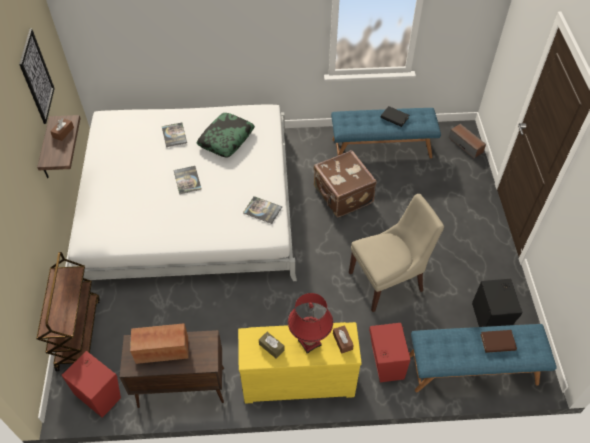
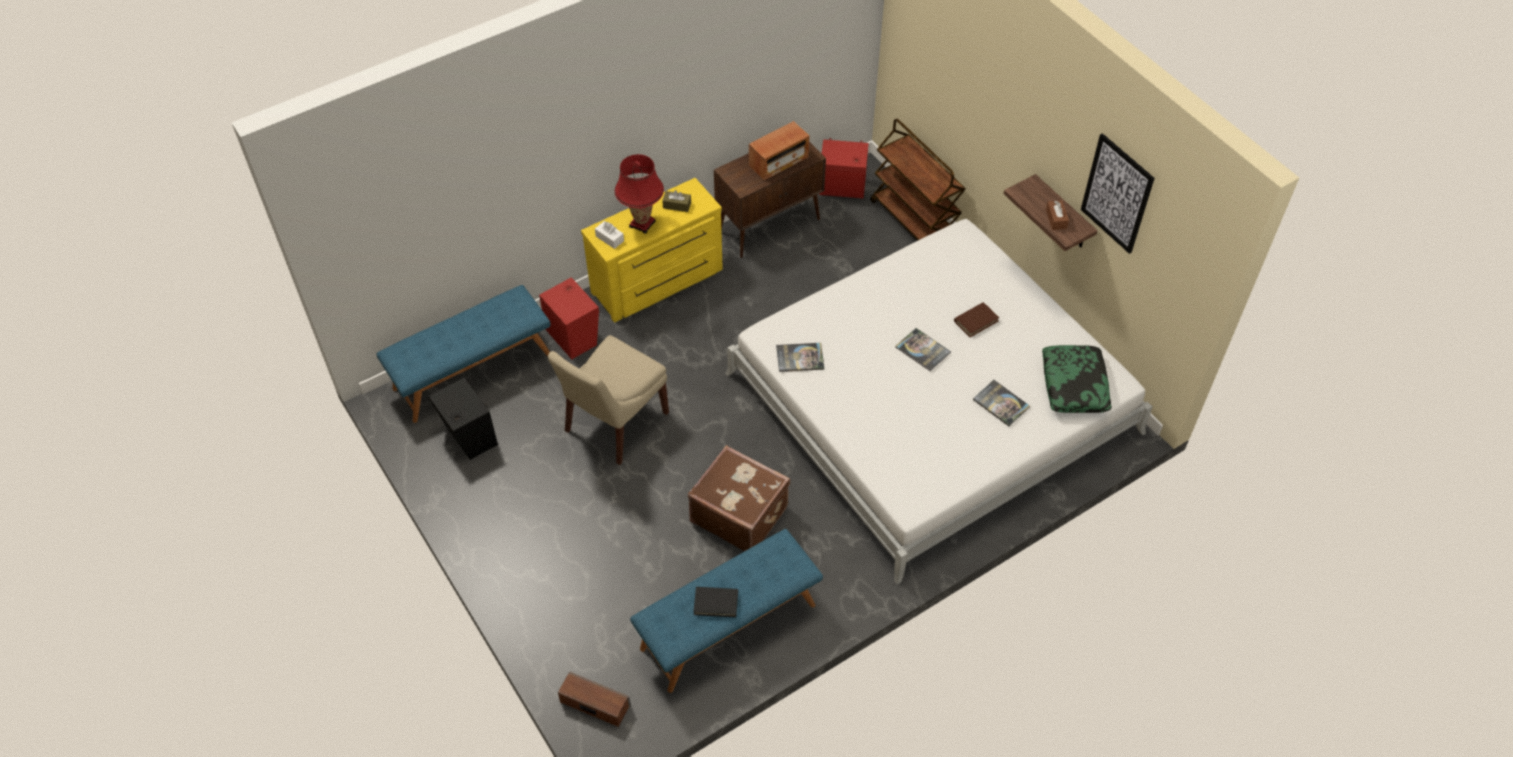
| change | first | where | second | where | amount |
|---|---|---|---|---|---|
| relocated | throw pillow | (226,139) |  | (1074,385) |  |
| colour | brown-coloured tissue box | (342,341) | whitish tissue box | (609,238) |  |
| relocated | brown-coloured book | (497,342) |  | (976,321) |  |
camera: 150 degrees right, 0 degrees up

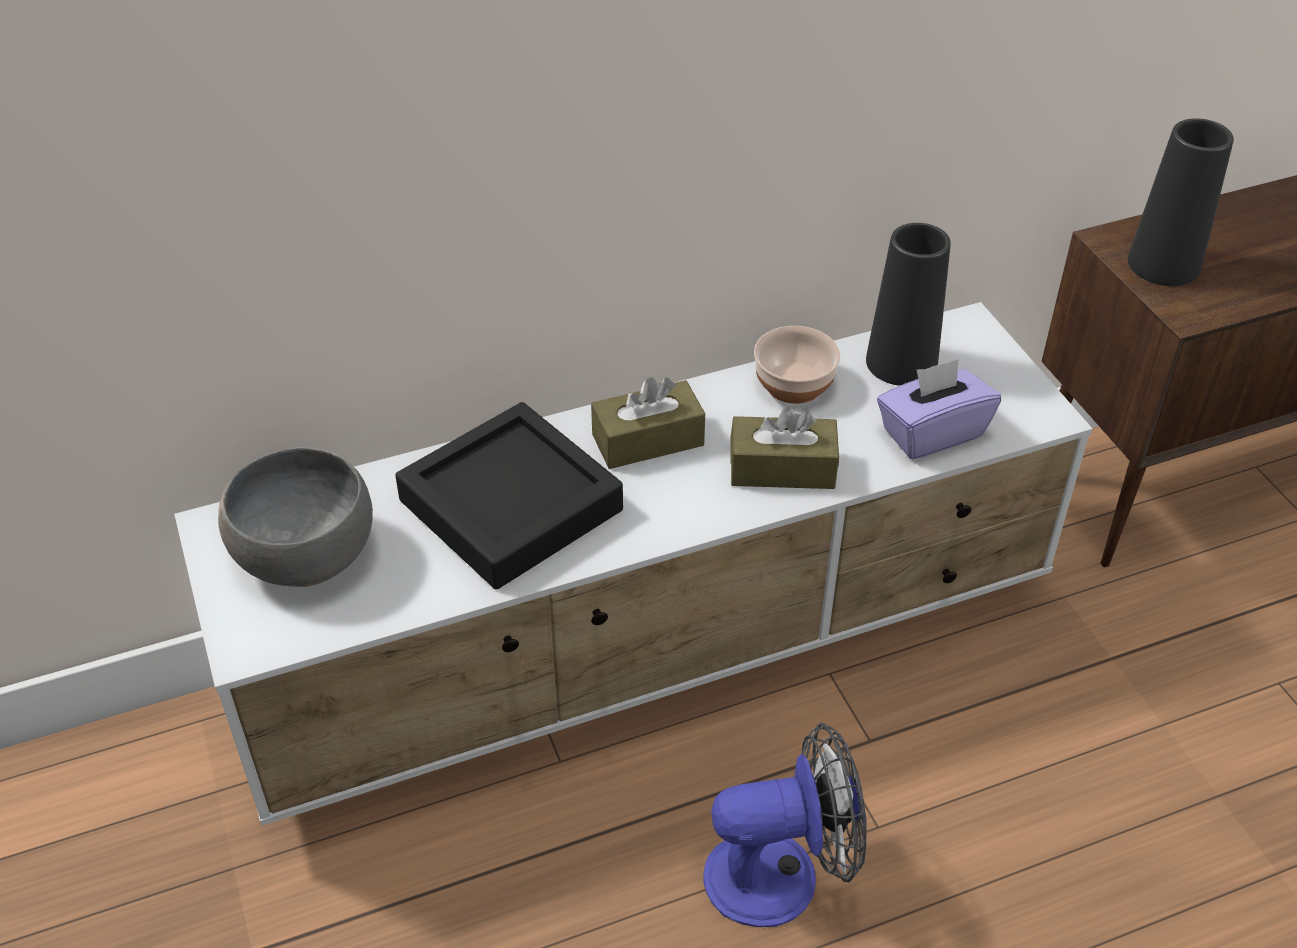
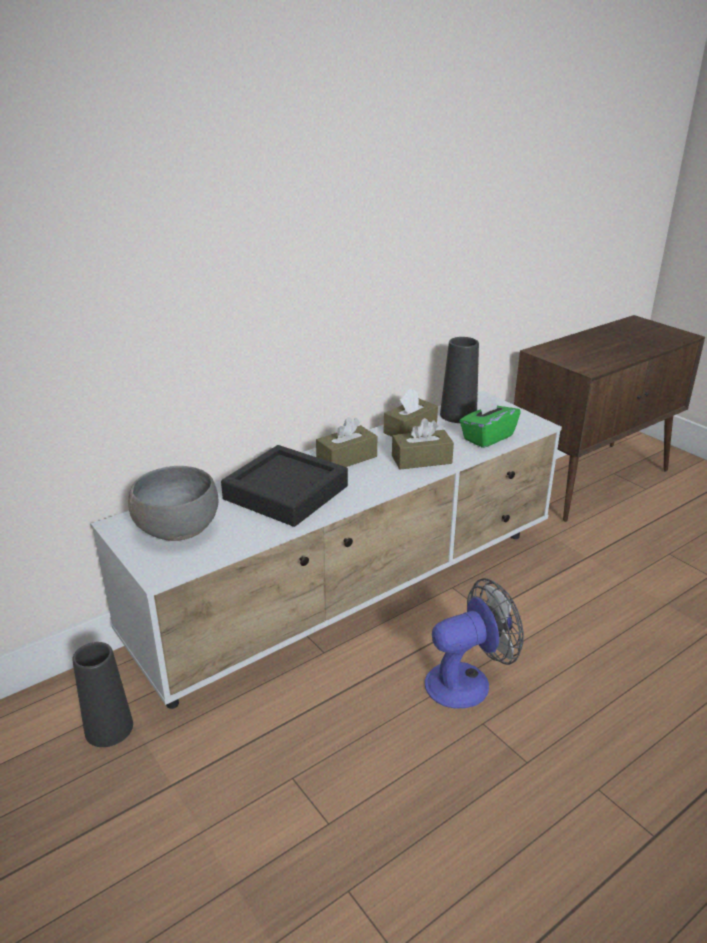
| change | first | where | second | where | amount |
|---|---|---|---|---|---|
| exchanged | deep dish | (793,385) | brown-coloured tissue box | (410,429) |  |
| colour | purple tissue box | (931,432) | green-coloured tissue box | (487,437) |  |
| relocated | blackish decorative vase | (1163,264) |  | (109,728) |  |
camera: 15 degrees left, 15 degrees down

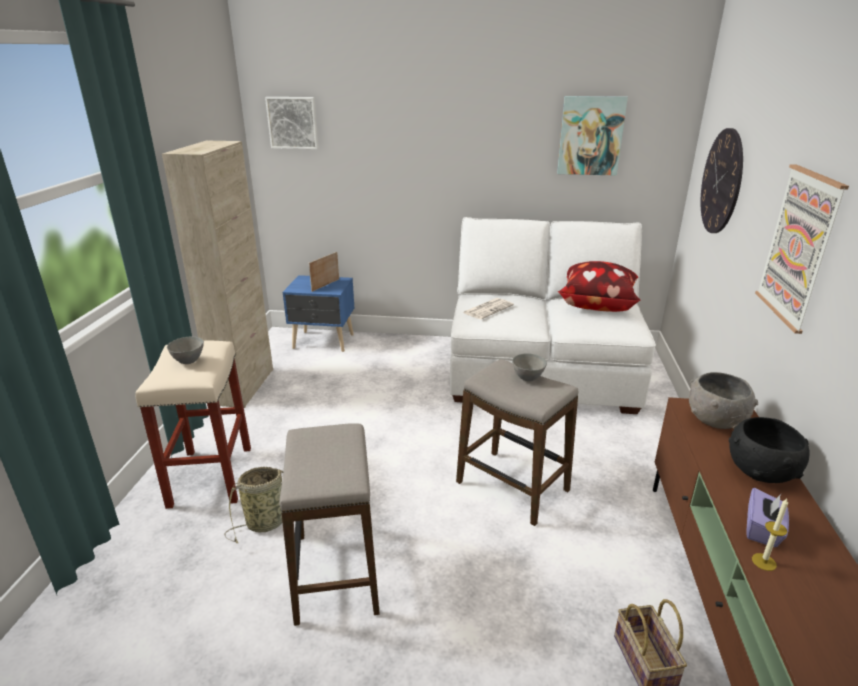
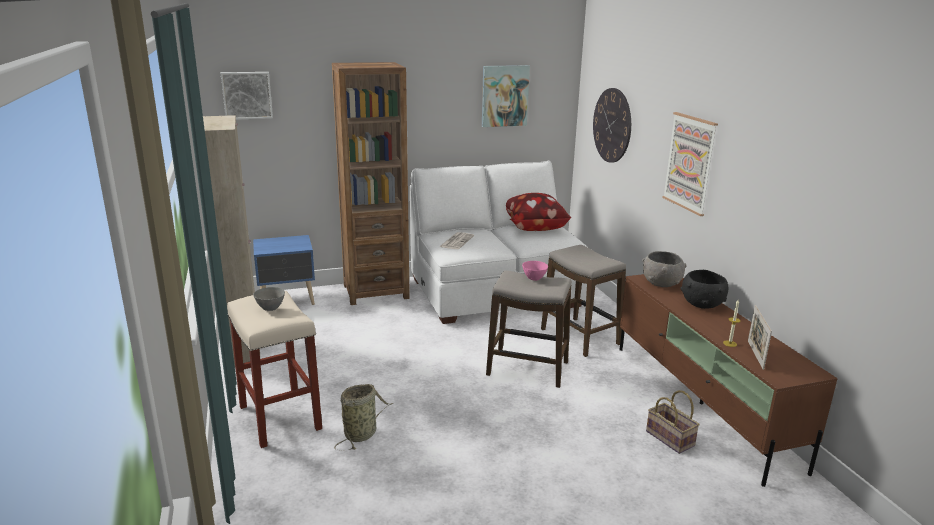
| change | first | where | second | where | amount |
|---|---|---|---|---|---|
| relocated | stool | (337,572) |  | (580,337) |  |
| relocated | standing frame | (325,285) |  | (755,355) |  |
| colour | gray deep dish | (528,378) | pink deep dish | (534,279) |  |
| missing | purple tissue box | (762,530) |  |  |  |
| appeared |  |  | brown-coloured bookcase | (376,292) |  |
camera: 25 degrees left, 5 degrees down

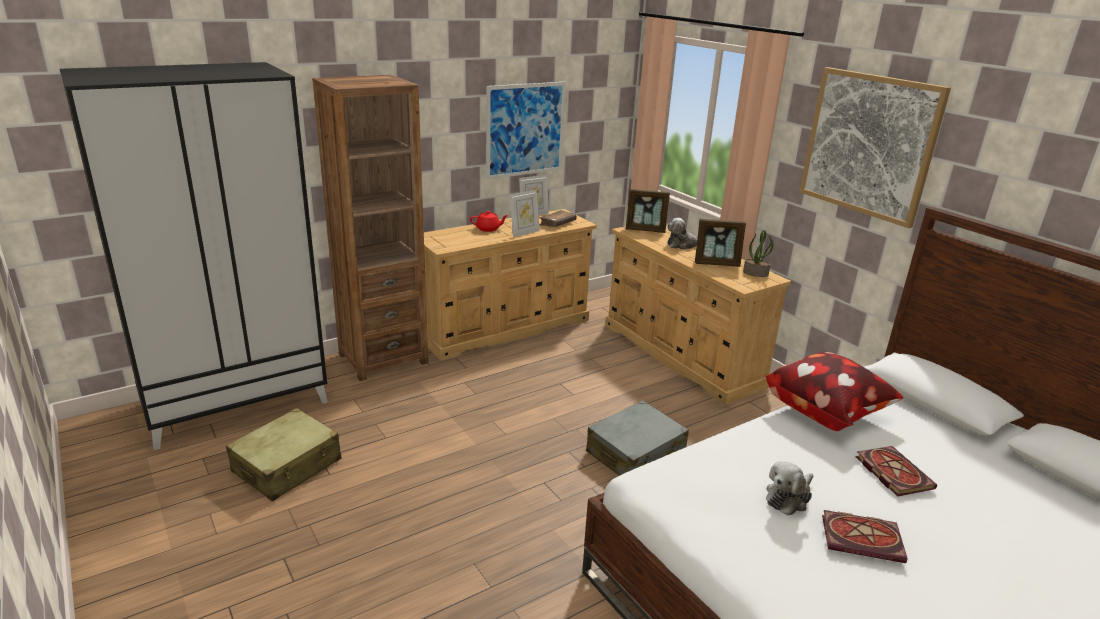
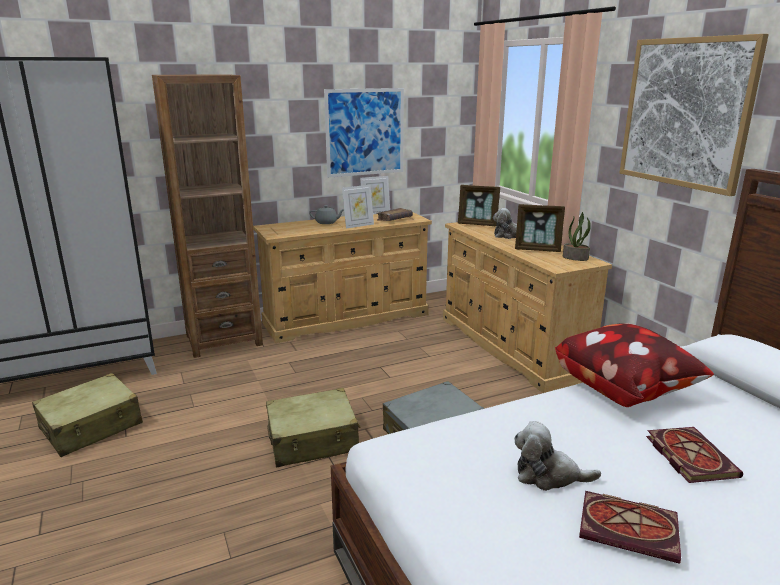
| change | first | where | second | where | amount |
|---|---|---|---|---|---|
| colour | reddish pot for tea | (488,229) | gray pot for tea | (327,222) |  |
| spun | soft toy | (788,498) |  | (548,475) | 45 degrees clockwise |
| appeared |  |  | beige-coloured travel case | (313,440) |  |
camera: 10 degrees right, 5 degrees down

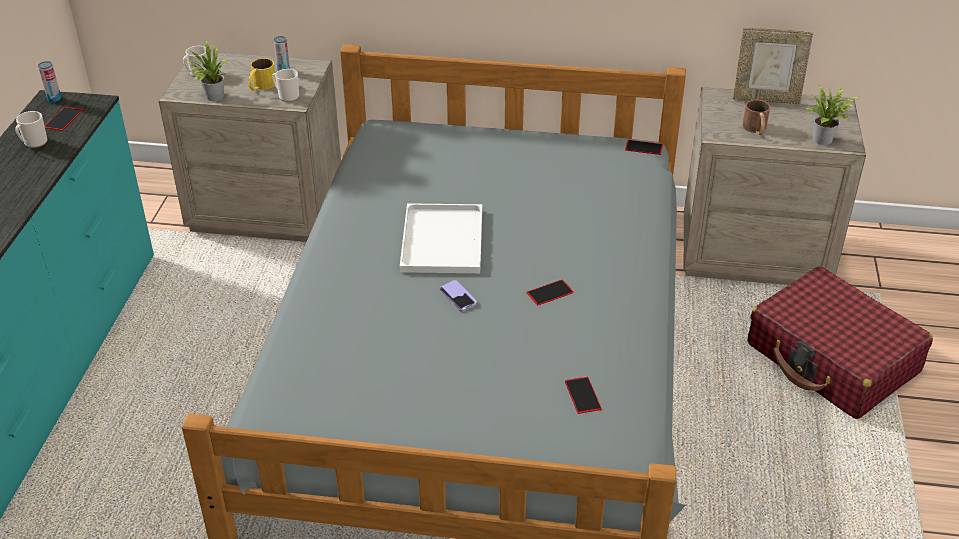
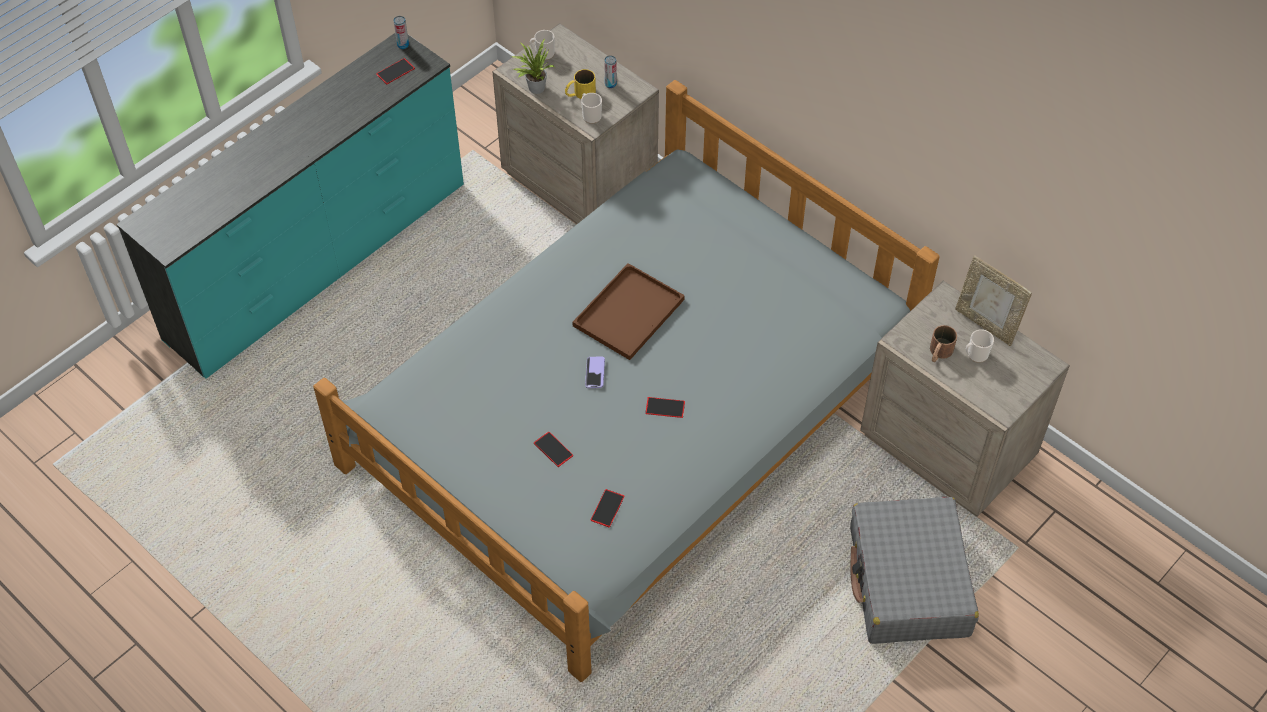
| change | first | where | second | where | amount |
|---|---|---|---|---|---|
| relocated | mug | (33,143) |  | (975,355) |  |
| colour | whitish tray | (443,241) | brown-coloured tray | (628,314) |  |
| relocated | telephone | (644,147) |  | (553,449) |  |
| colour | reddish travel case | (832,359) | gray travel case | (908,582) |  |
| missing | potted plant | (825,140) |  |  |  |
camera: 35 degrees right, 15 degrees up

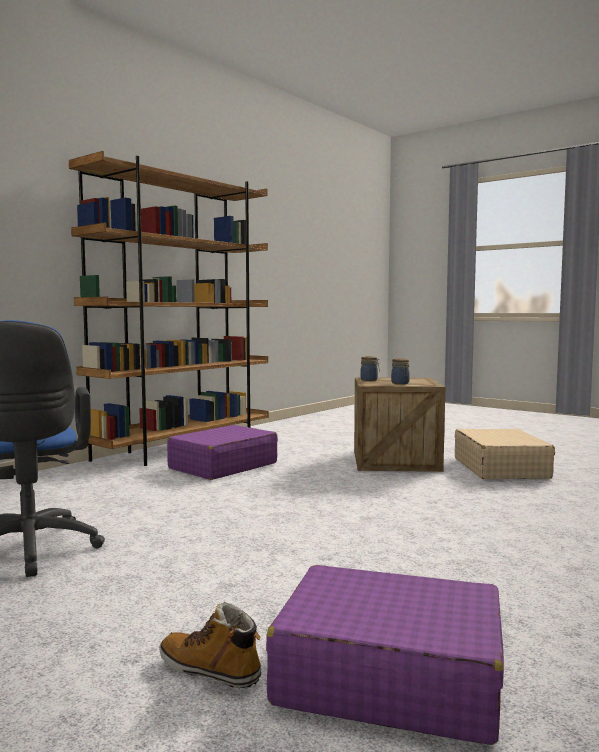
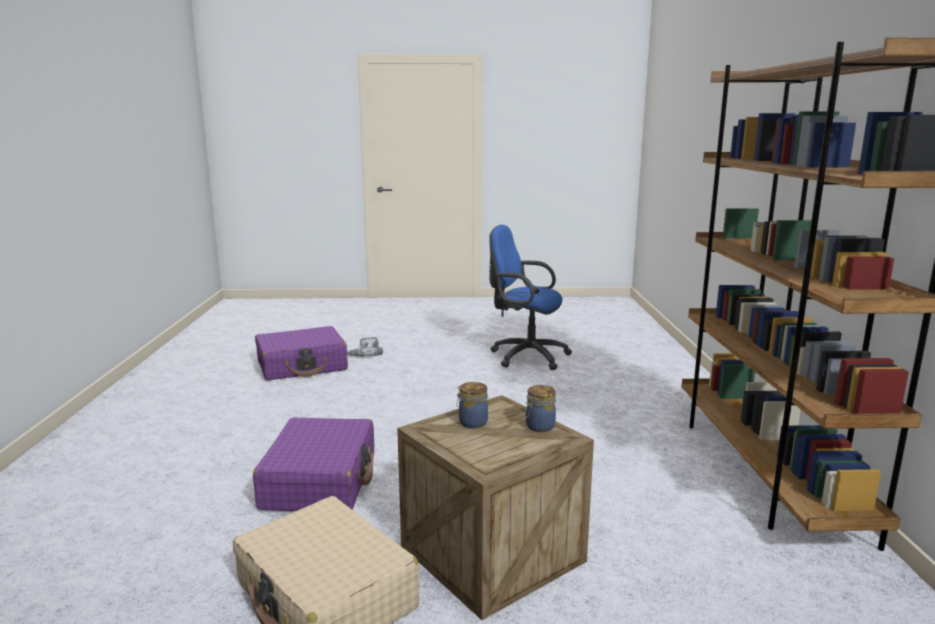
| change | first | where | second | where | amount |
|---|---|---|---|---|---|
| exchanged | tall boot | (210,670) | power drill | (363,352) |  |
| relocated | purple travel case | (222,466) |  | (320,480) |  |
camera: 140 degrees right, 10 degrees up

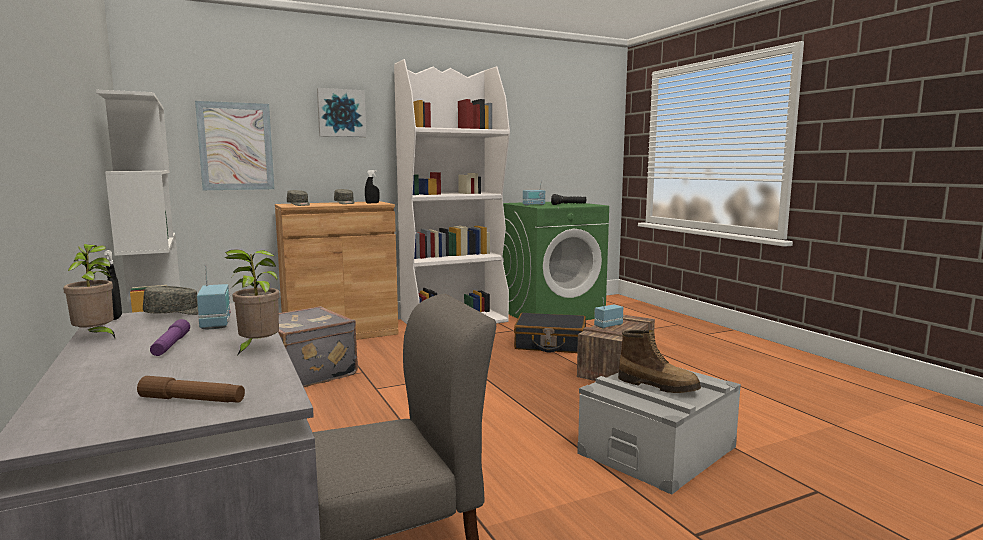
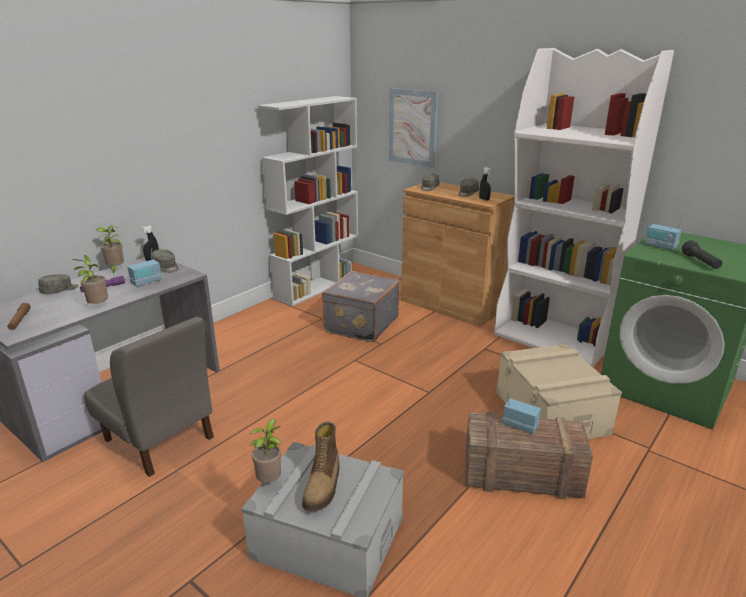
| change | first | where | second | where | amount |
|---|---|---|---|---|---|
| missing | wall picture | (341,113) |  |  |  |
| exchanged | blackish travel case | (550,344) | beige-coloured storage bin | (551,412) |  |
| appeared |  |  | gray cap | (60,290) |  |
| appeared |  |  | potted plant | (270,481) |  |
camera: 65 degrees right, 15 degrees up

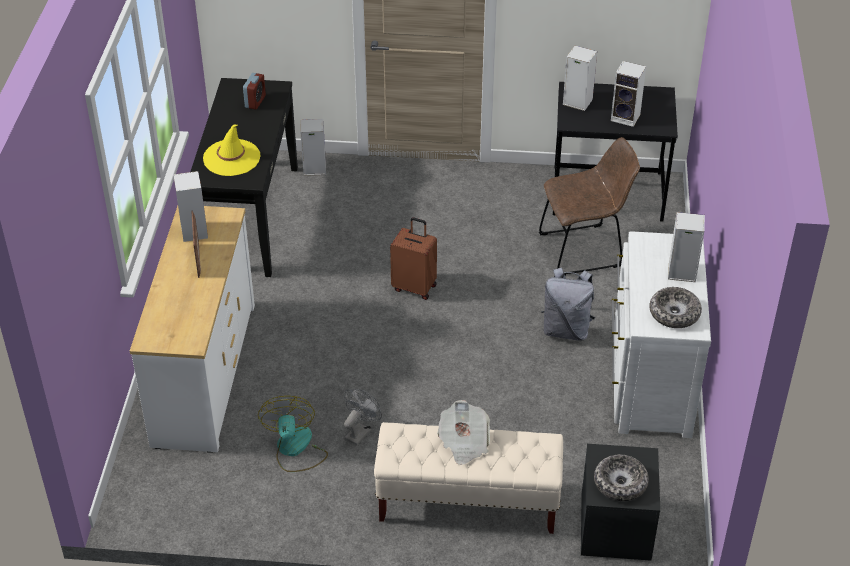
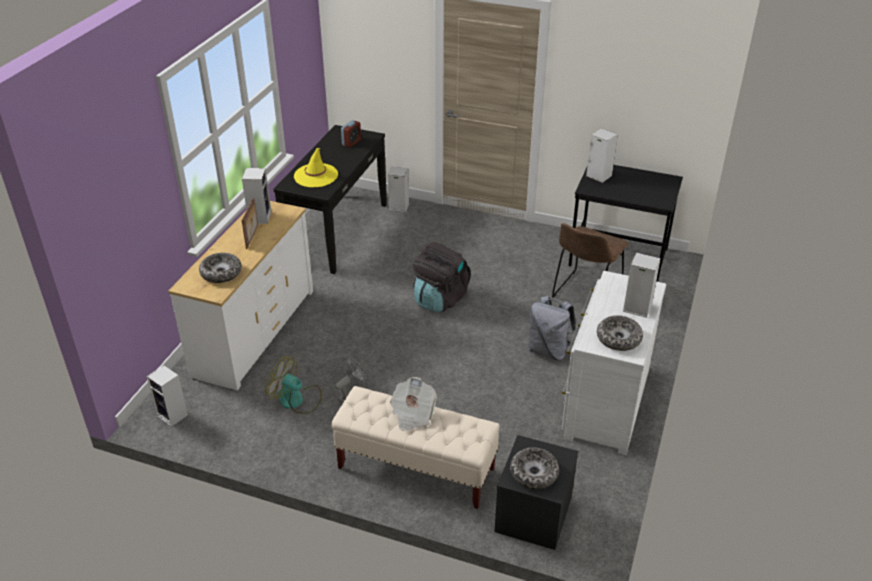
| change | first | where | second | where | amount |
|---|---|---|---|---|---|
| spun | electric fan | (295,449) |  | (296,400) | 75 degrees counterclockwise |
| exchanged | brown-coloured travel case | (415,287) | blackish knapsack | (440,299) |  |
| spun | brown-coloured plain chair | (584,249) |  | (585,294) | 120 degrees clockwise |
| relocated | loudspeaker | (626,117) |  | (173,416) |  |
| appeared |  |  | deep dish | (221,273) |  |
camera: 15 degrees right, 5 degrees down

